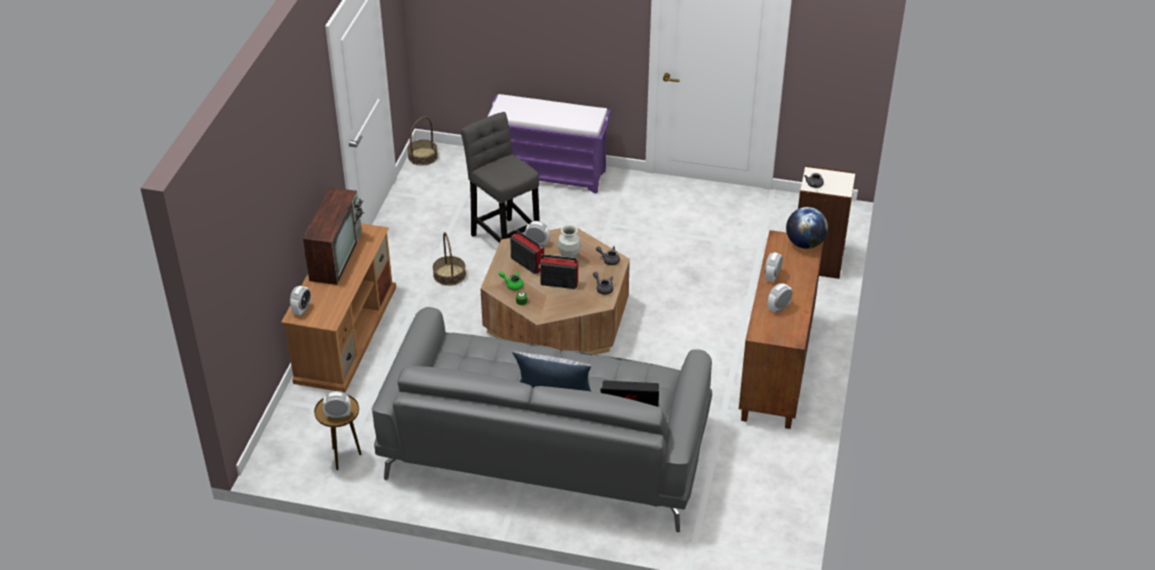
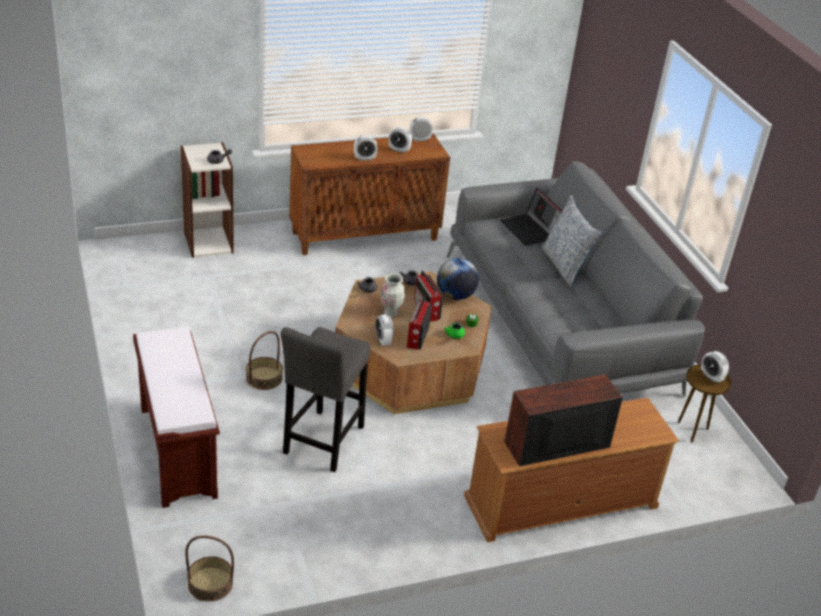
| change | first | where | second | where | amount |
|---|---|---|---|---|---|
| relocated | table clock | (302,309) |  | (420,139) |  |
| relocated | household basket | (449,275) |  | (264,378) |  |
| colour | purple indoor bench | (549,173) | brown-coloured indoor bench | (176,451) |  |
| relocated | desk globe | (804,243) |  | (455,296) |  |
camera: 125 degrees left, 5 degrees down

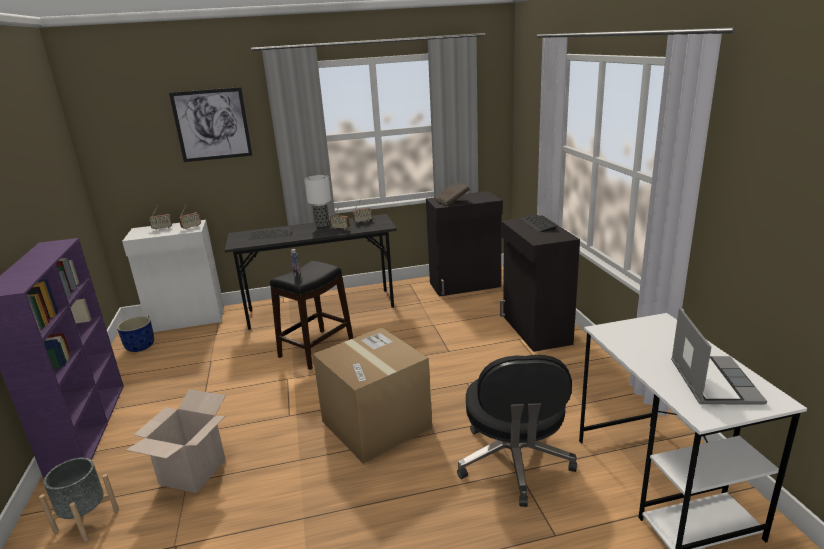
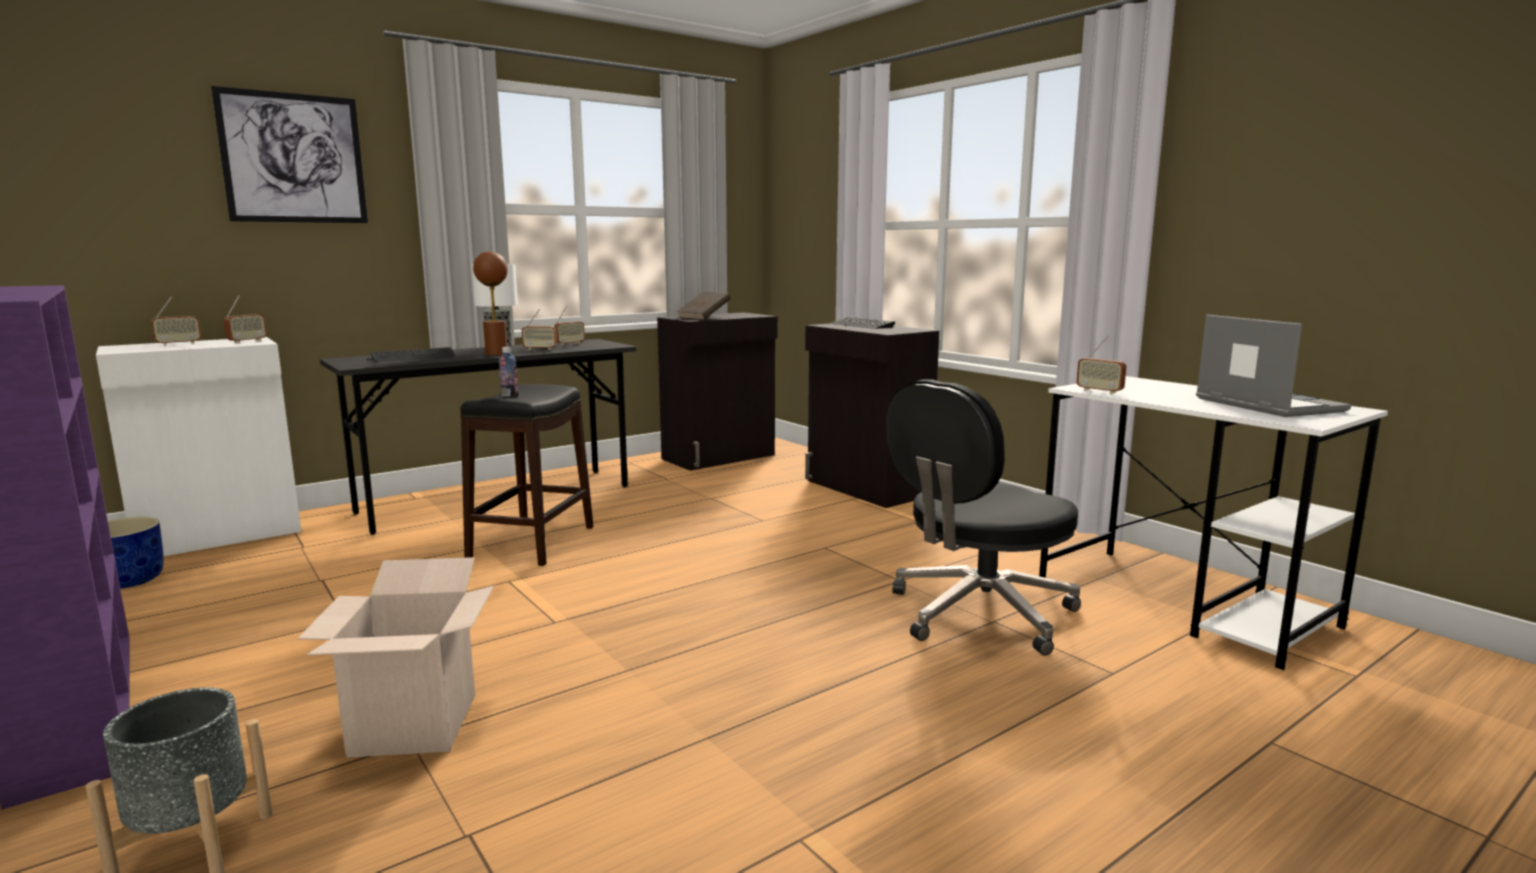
| change | first | where | second | where | amount |
|---|---|---|---|---|---|
| missing | carton | (376,424) |  |  |  |
| spun | blackish desk chair | (514,463) |  | (979,614) | 75 degrees clockwise |
| appeared |  |  | brown-coloured lamp for a table | (496,354) |  |
| appeared |  |  | radio set | (1099,391) |  |
camera: 25 degrees left, 10 degrees down

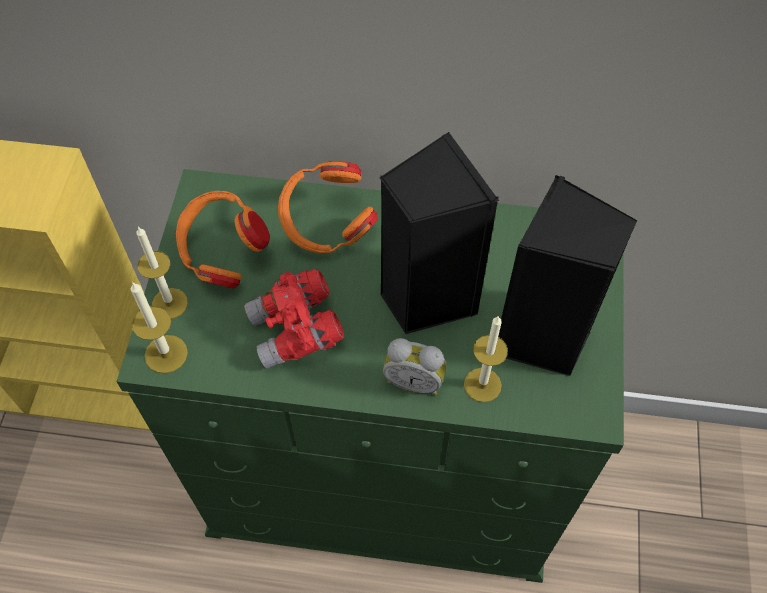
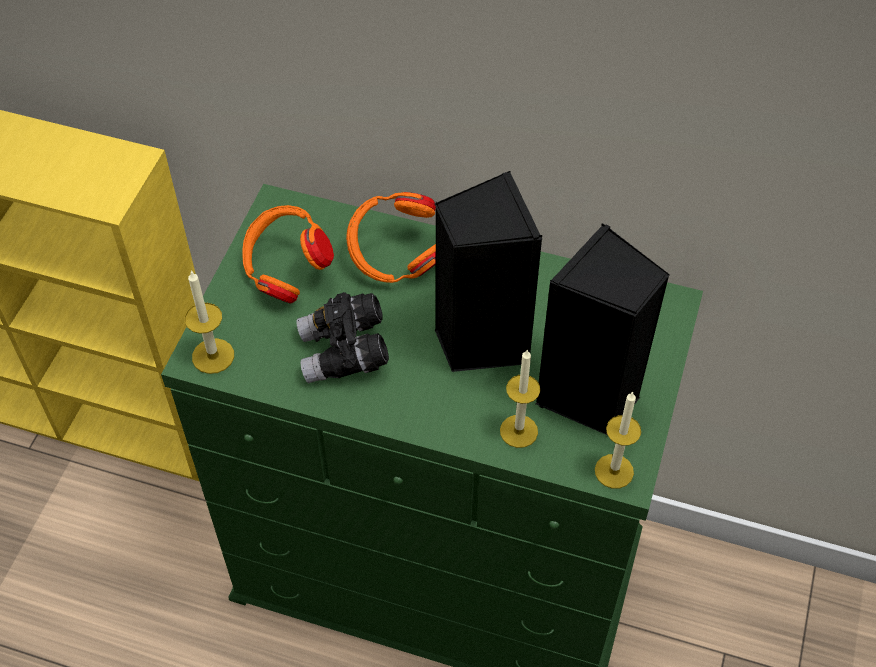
| change | first | where | second | where | amount |
|---|---|---|---|---|---|
| relocated | wax light | (169,303) |  | (614,471) |  |
| colour | reddish field glasses | (296,331) | blackish field glasses | (344,353) |  |
| missing | table clock | (414,380) |  |  |  |
camera: 10 degrees right, 5 degrees down

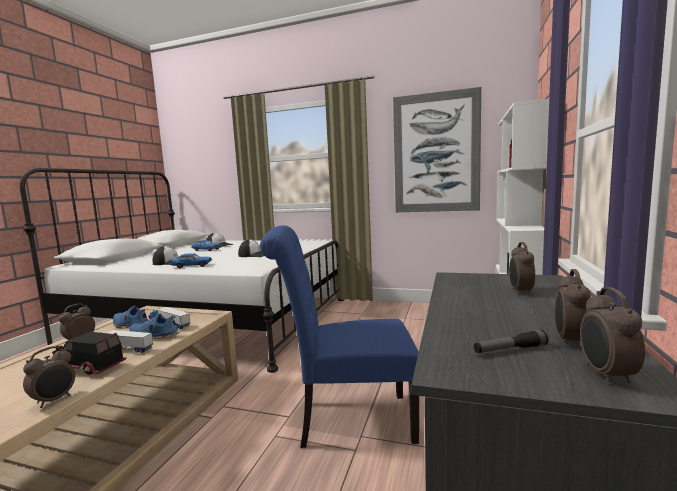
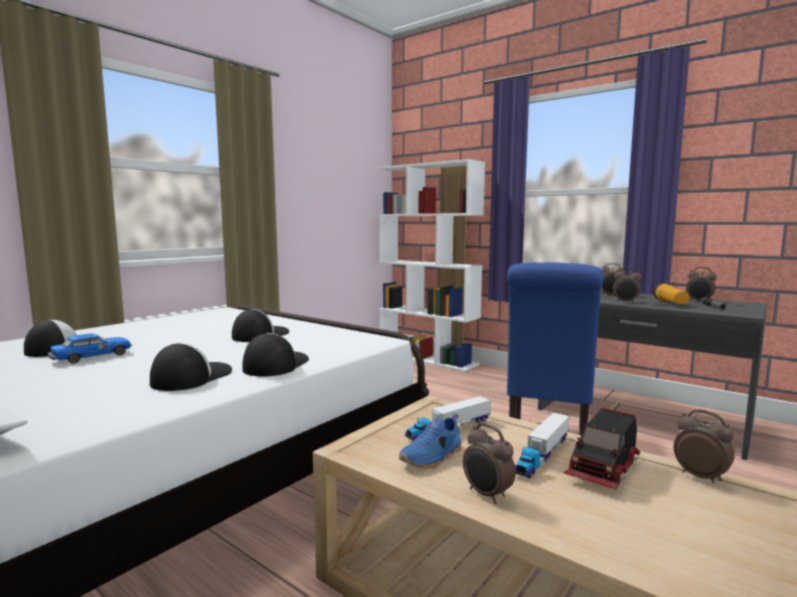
| change | first | where | second | where | amount |
|---|---|---|---|---|---|
| missing | blue-coloured shoe | (154,336) |  |  |  |
| exchanged | toy car | (192,266) | cap | (275,365) |  |
| missing | wall picture | (436,153) |  |  |  |
| relocated | table clock | (605,375) |  | (625,302) |  |
| appeared |  |  | torch | (670,303) |  |
camera: 70 degrees left, 0 degrees up

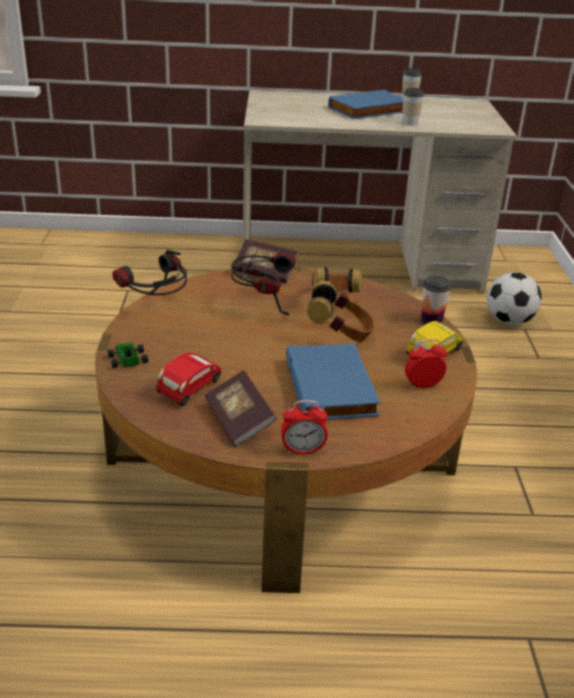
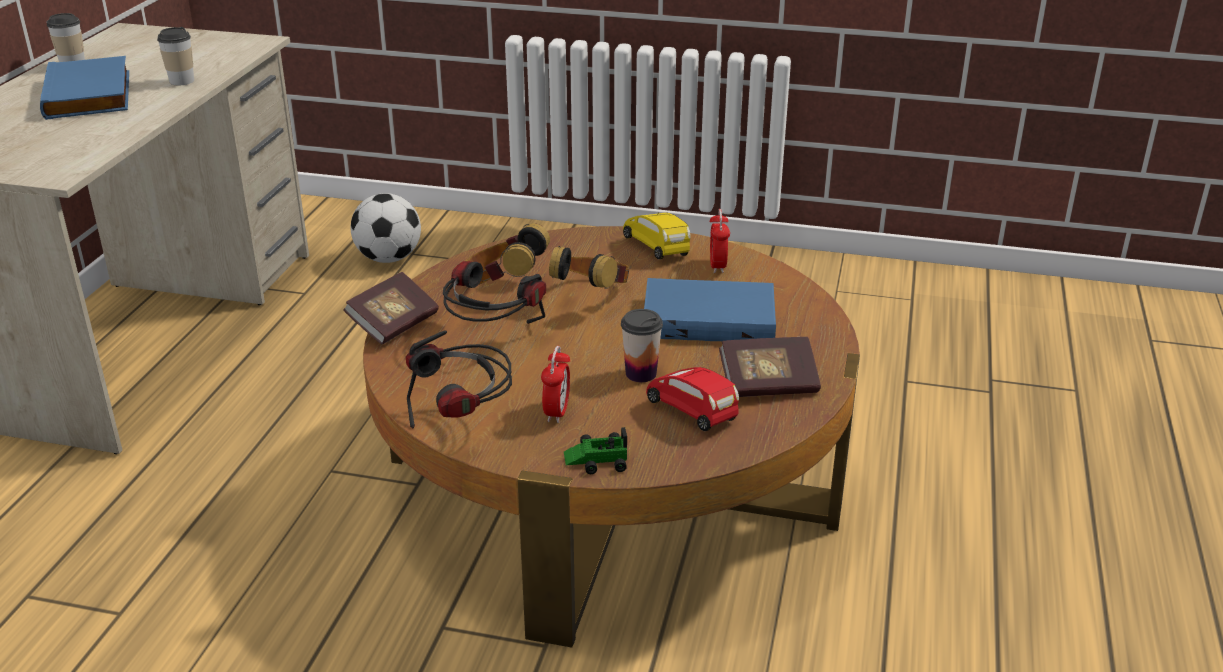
| change | first | where | second | where | amount |
|---|---|---|---|---|---|
| relocated | table clock | (303,451) |  | (557,412) |  |
| relocated | drinking cup | (431,320) |  | (641,373) |  |
camera: 75 degrees left, 0 degrees up

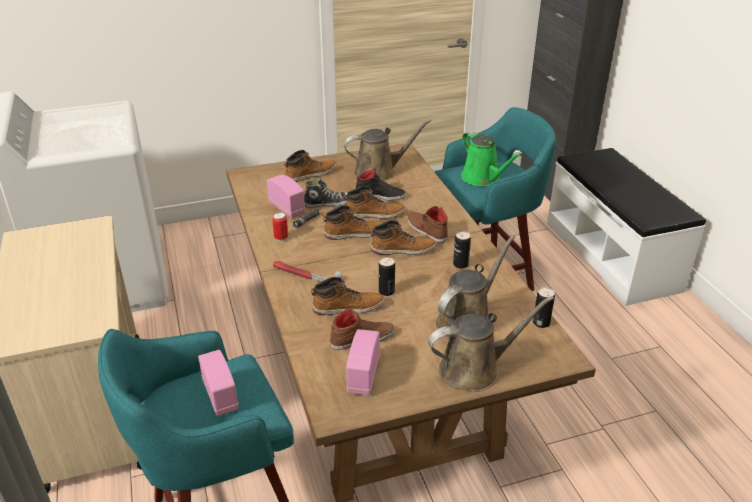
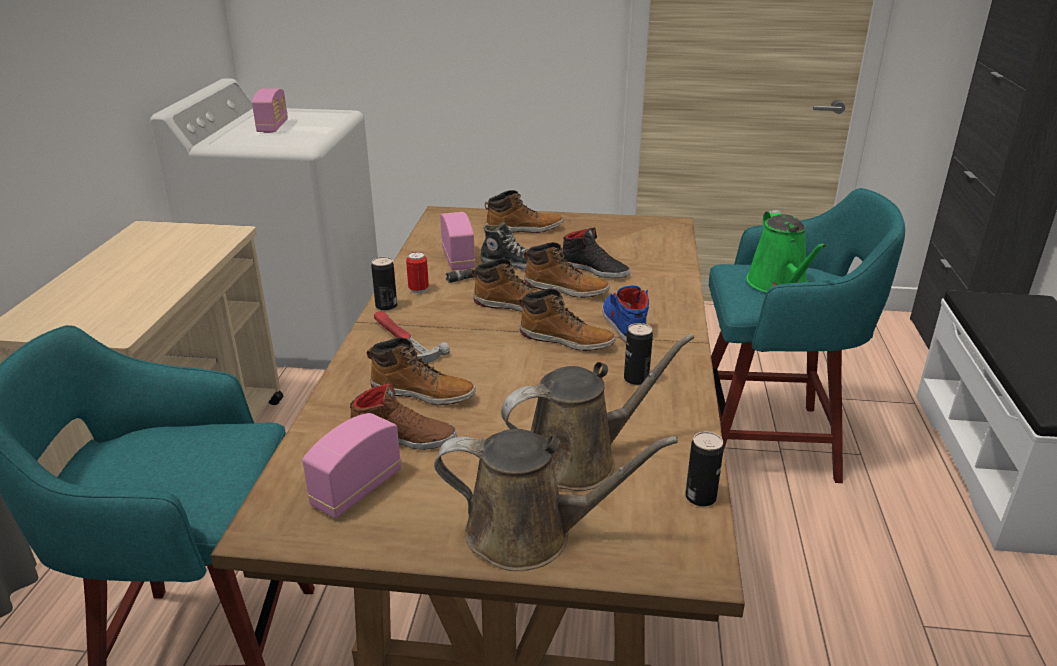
| change | first | where | second | where | amount |
|---|---|---|---|---|---|
| relocated | radio set | (220,396) |  | (273,127) |  |
| missing | brown-coloured watering can | (379,172) |  |  |  |
| relocated | can | (386,291) |  | (386,306) |  |
| colour | brown-coloured shoe | (426,230) | blue-coloured shoe | (622,323) |  |
camera: 25 degrees right, 5 degrees down

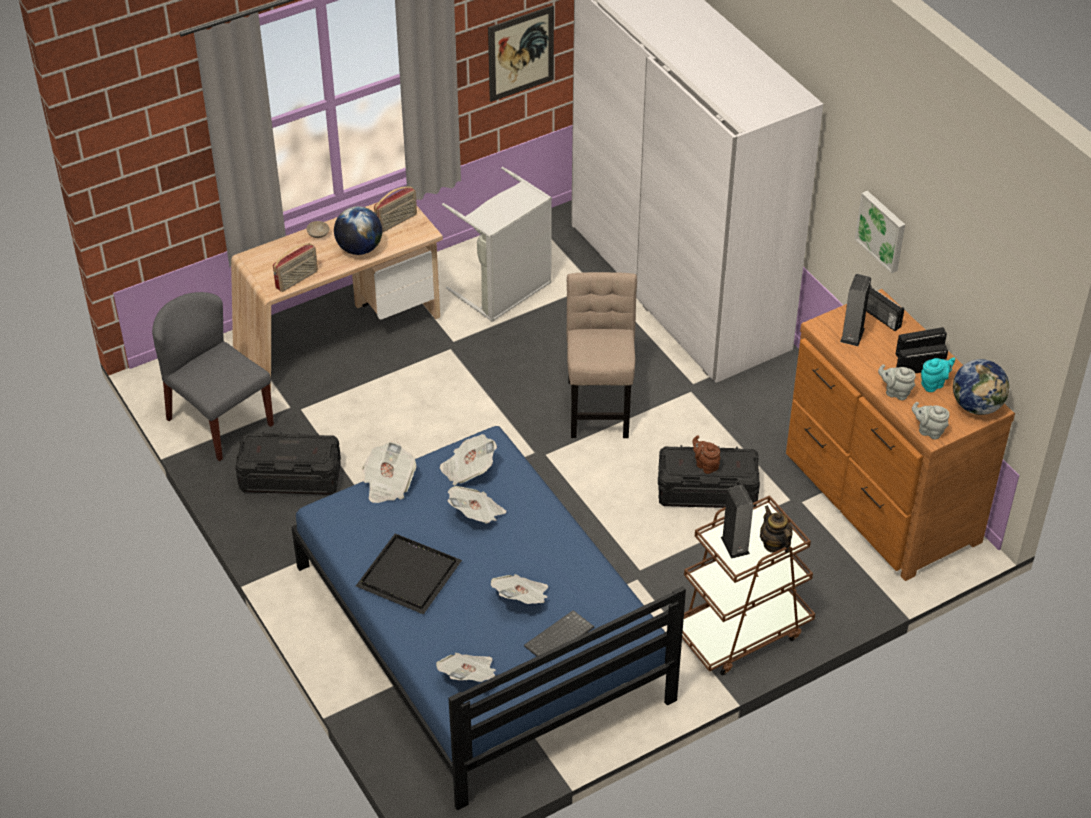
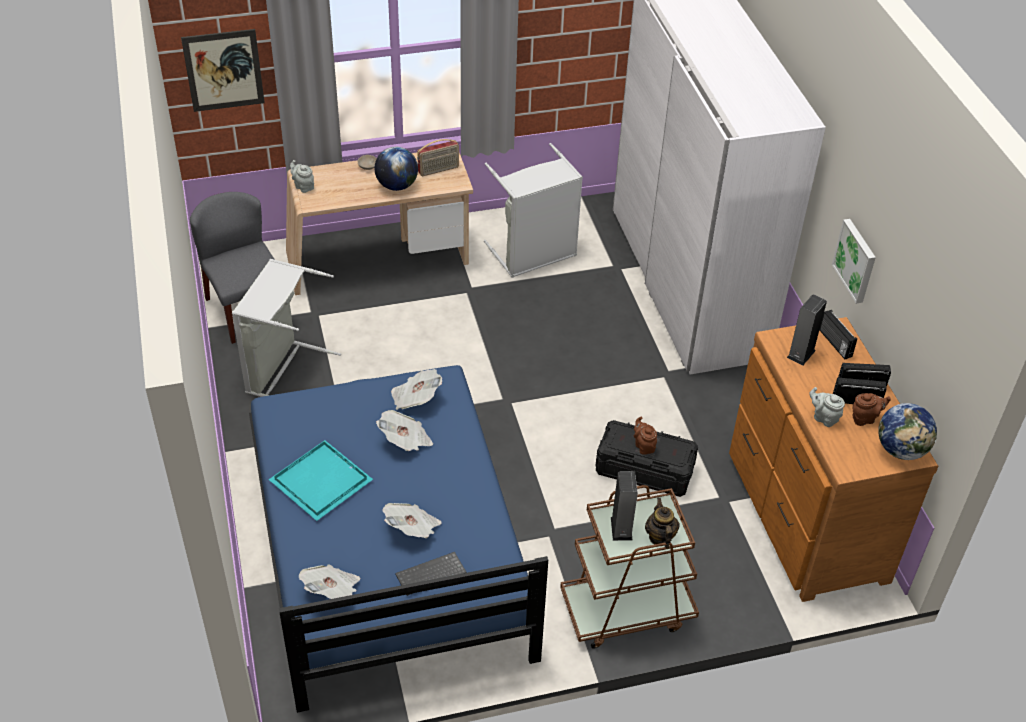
| change | first | where | second | where | amount |
|---|---|---|---|---|---|
| exchanged | blackish storage bin | (290,477) | gray hamper | (284,371) |  |
| missing | radio set | (297,280) |  |  |  |
| colour | blackish tray | (411,575) | blue-green tray | (323,481) |  |
| missing | daily paper | (388,484) |  |  |  |
| relocated | wall picture | (521,53) |  | (223,70) |  |
| missing | beige-coloured plain chair | (599,405) |  |  |  |
| relocated | gray pot for tea | (929,431) |  | (303,186) |  |
| colour | blue-green pot for tea | (934,384) | brown-coloured pot for tea | (865,418) |  |
camera: 15 degrees right, 0 degrees up

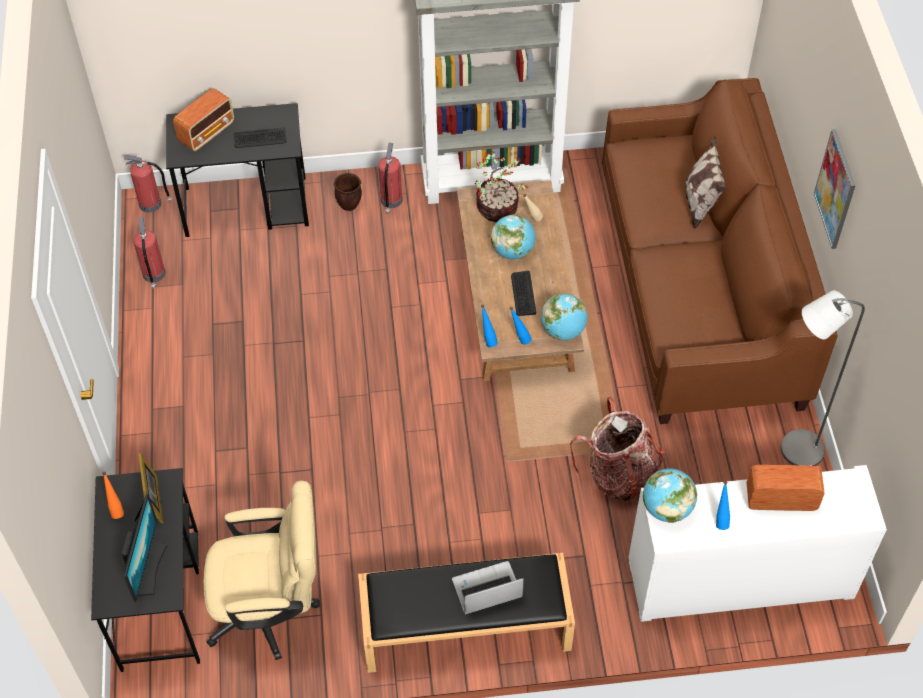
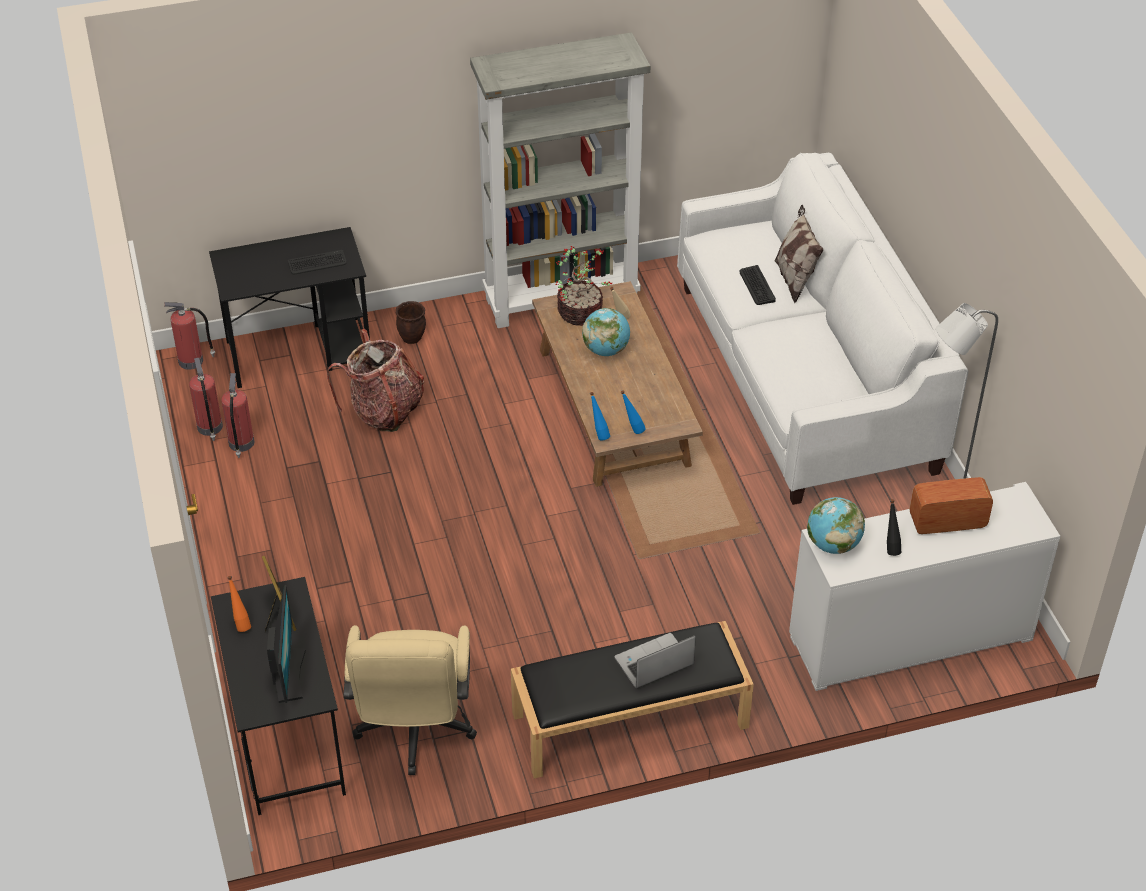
| change | first | where | second | where | amount |
|---|---|---|---|---|---|
| missing | radio set | (207,132) |  |  |  |
| spun | beige-coloured desk chair | (272,610) |  | (414,732) | 105 degrees clockwise |
| relocated | fire-fighting cylinder | (391,200) |  | (241,443) |  |
| relocated | PC keyboard | (523,294) |  | (757,286) |  |
| missing | desk globe | (563,331) |  |  |  |
| relocated | knapsack | (618,474) |  | (384,411) |  |
| colour | brown-coloured sofa | (699,289) | whitish sofa | (804,376) |  |
| colour | blue-coloured bottle | (720,519) | blackish bottle | (890,548) |  |
| missing | wall picture | (835,189) |  |  |  |
camera: 10 degrees left, 10 degrees down

